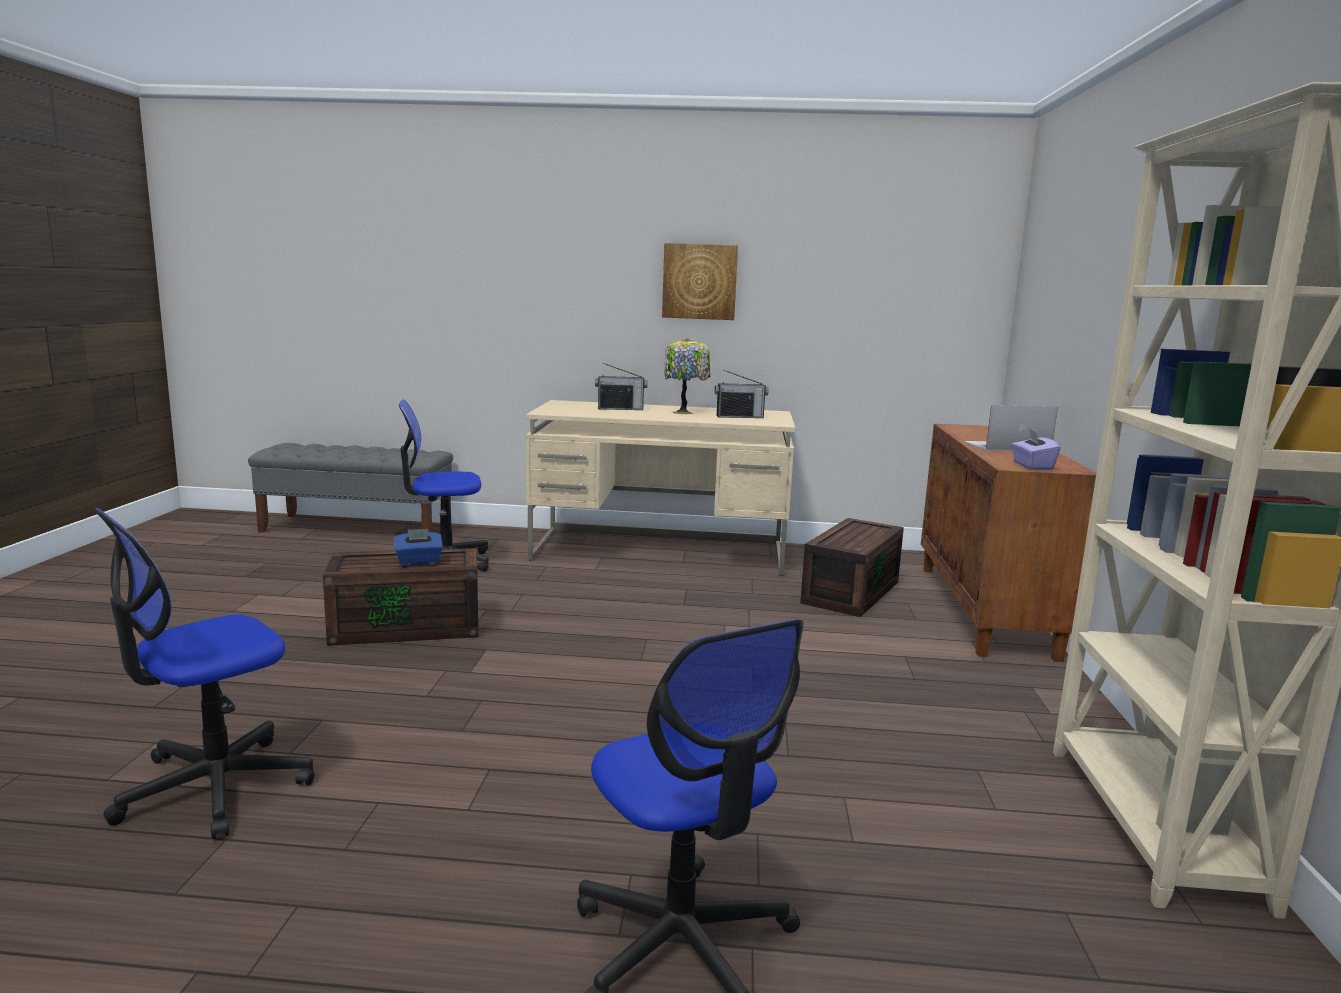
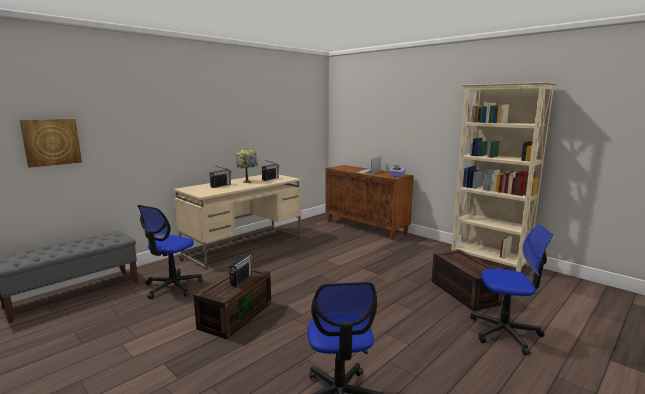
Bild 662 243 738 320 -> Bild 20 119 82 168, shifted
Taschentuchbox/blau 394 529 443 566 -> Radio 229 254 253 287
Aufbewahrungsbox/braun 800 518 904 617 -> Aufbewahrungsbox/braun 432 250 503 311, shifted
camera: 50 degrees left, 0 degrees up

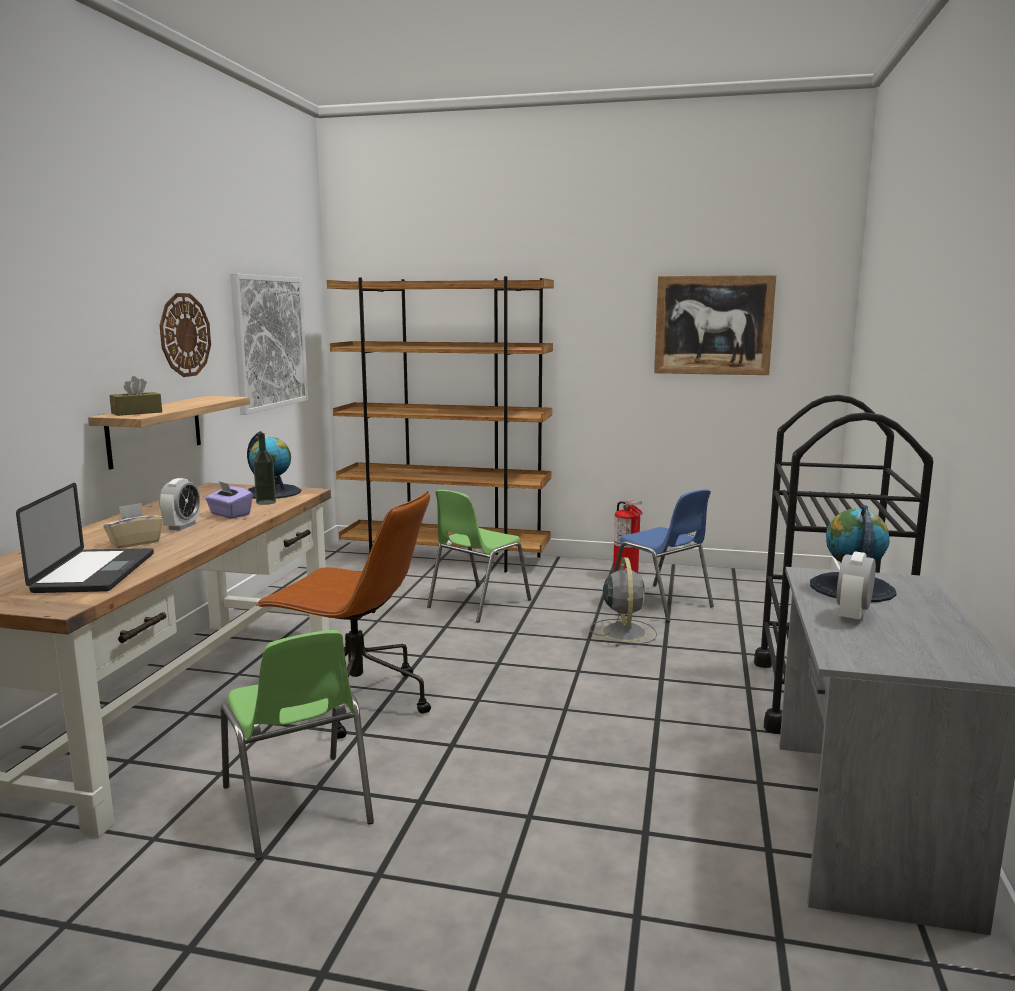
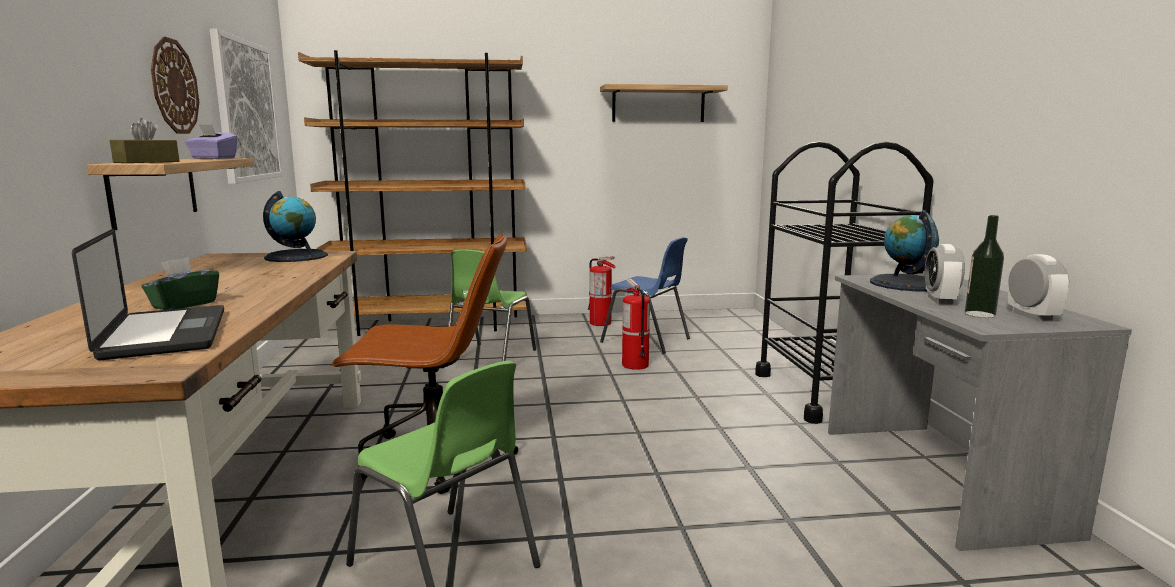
Taschentuchbox/beige 103 503 163 548 -> Taschentuchbox/grün 142 257 219 310
Taschentuchbox/lila 205 481 253 519 -> Taschentuchbox/lila 185 124 238 159, shifted
Bild 654 275 776 375 -> Wandregal 600 84 728 122
Ventilator/grau 590 557 657 646 -> Feuerlöscher 622 279 650 370
Flasche 253 433 276 505 -> Flasche 965 215 1004 318, shifted
Wecker 159 478 200 530 -> Wecker 1008 254 1069 321, shifted
camera: 20 degrees left, 0 degrees up

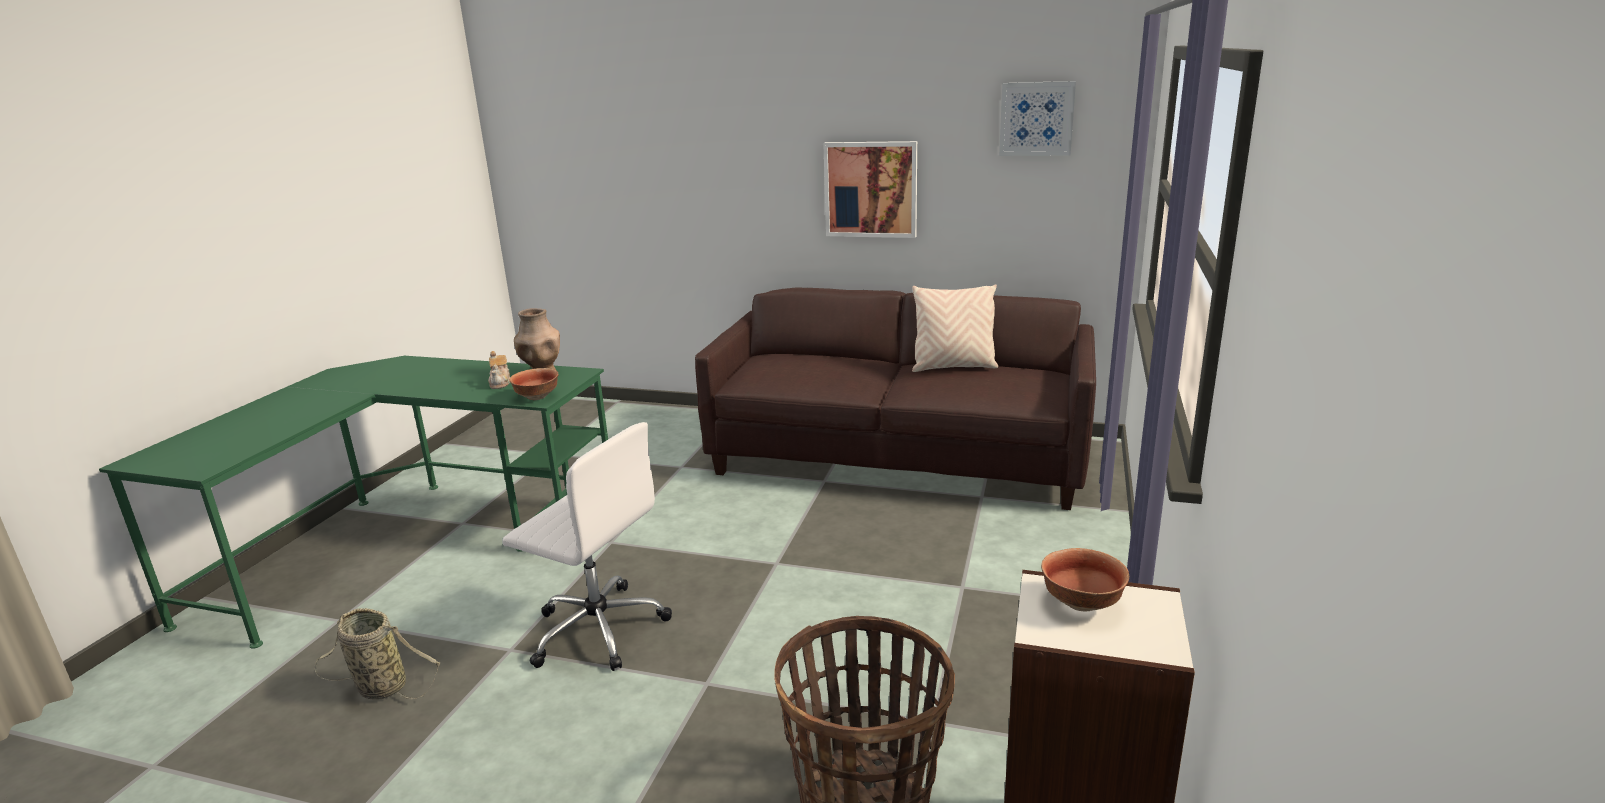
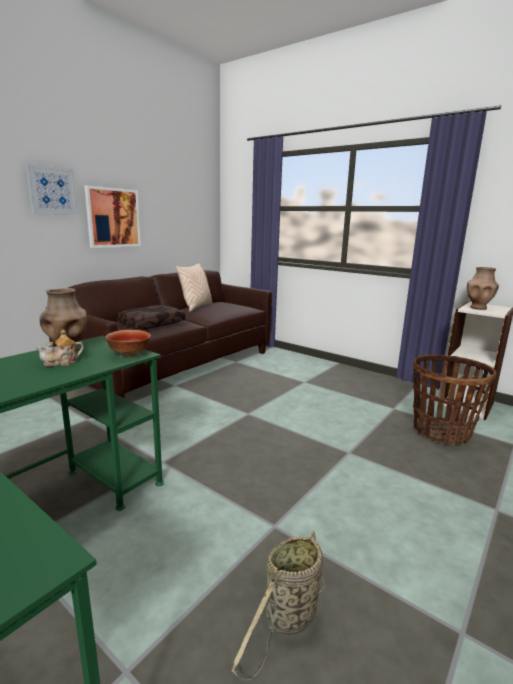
Bild 999 81 1076 156 -> Bild 26 164 78 215, shifted
Teekanne 488 351 511 389 -> Teekanne 35 329 84 367, 135 degrees clockwise
none -> Kissen/braun 116 305 185 329
Schüssel 1041 548 1129 612 -> Vase/braun 467 267 499 310
Bürostuhl/weiß 502 422 672 671 -> none
camera: 70 degrees left, 5 degrees down

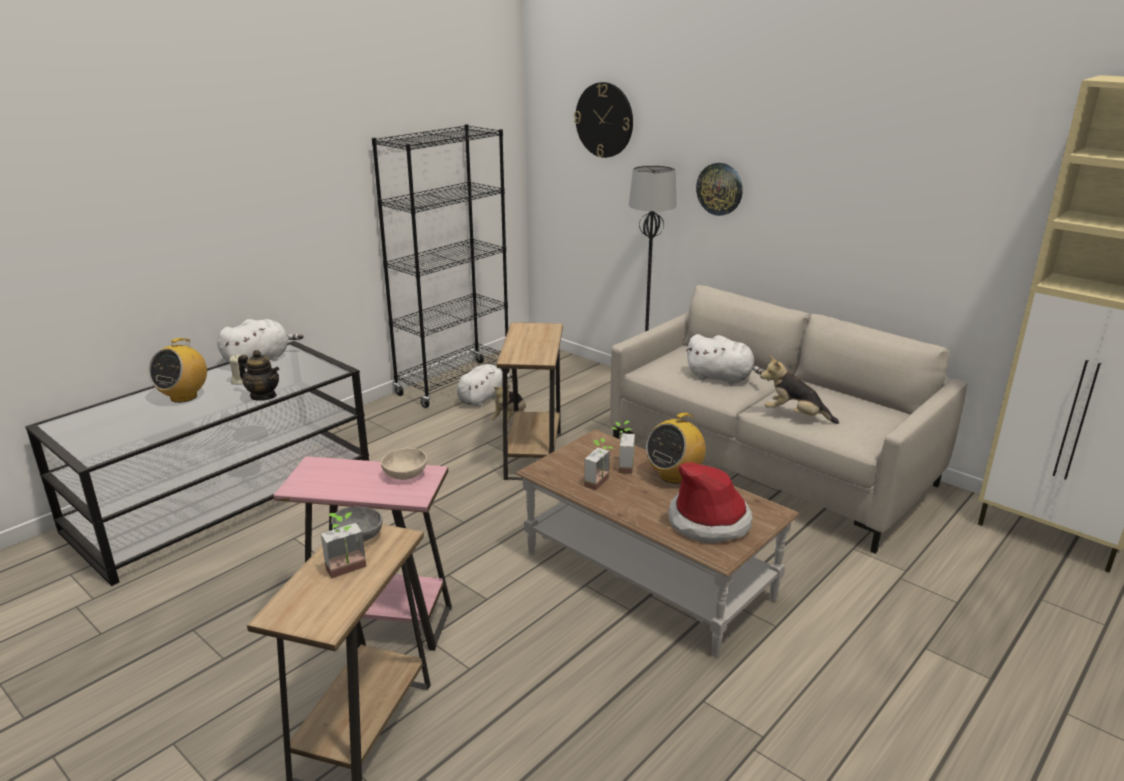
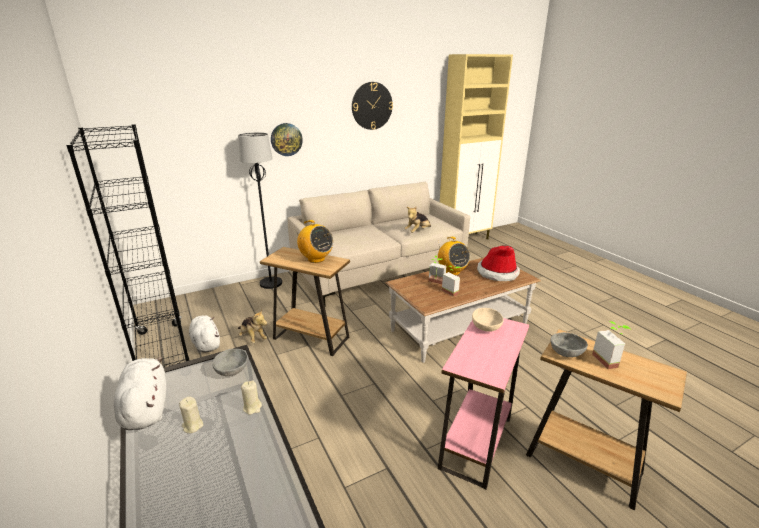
none -> Schüssel/grau 212 349 248 376
Teekanne 238 350 279 401 -> Kerze/beige 241 380 262 415
Radio 148 338 207 403 -> Radio 296 220 333 263, shifted
Wanduhr 574 82 633 158 -> Wanduhr 352 82 393 130, shifted
Plüschtier/weiß 686 334 764 385 -> none
camera: 70 degrees left, 0 degrees up

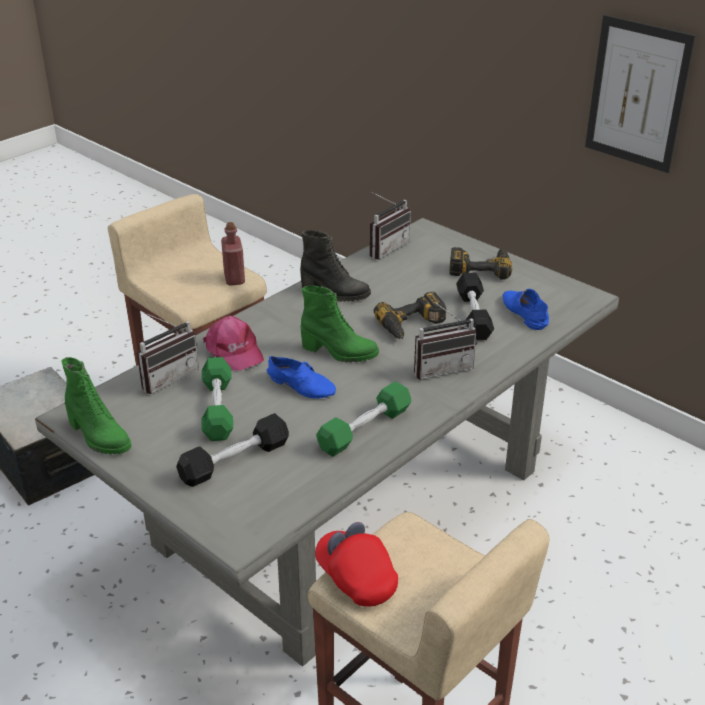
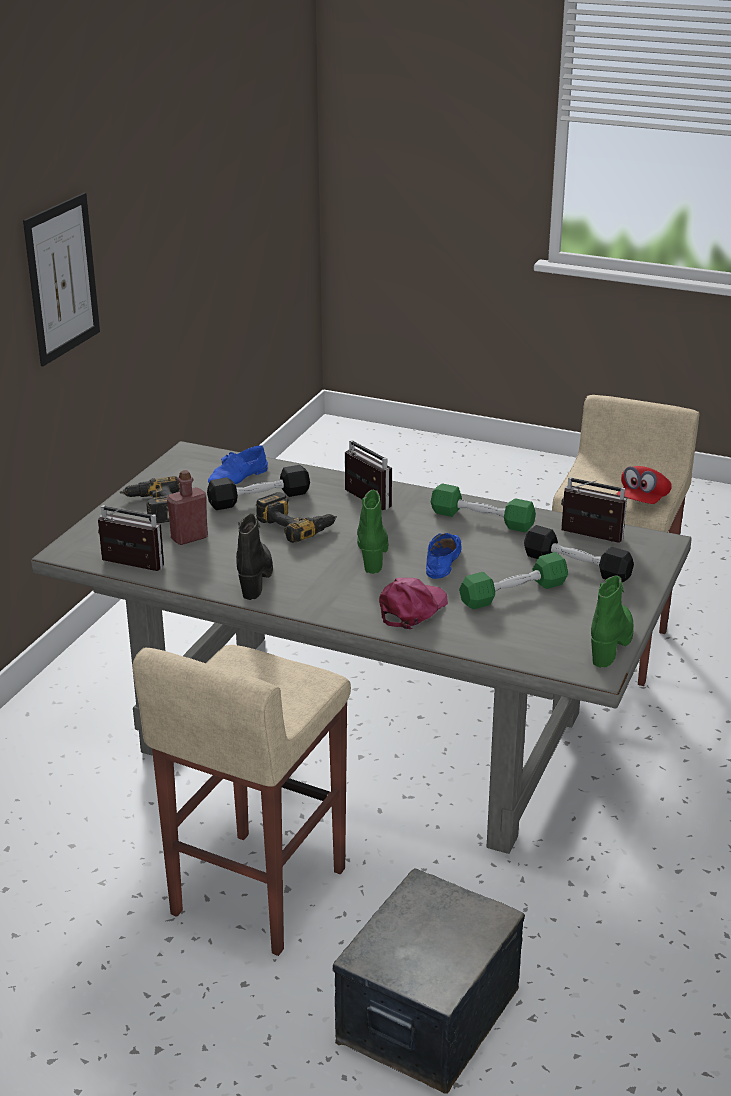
Flasche/rot 221 222 245 286 -> Flasche/rot 167 470 208 545, shifted
Radio 137 312 199 394 -> Radio 561 477 627 543, shifted
camera: 110 degrees left, 5 degrees down

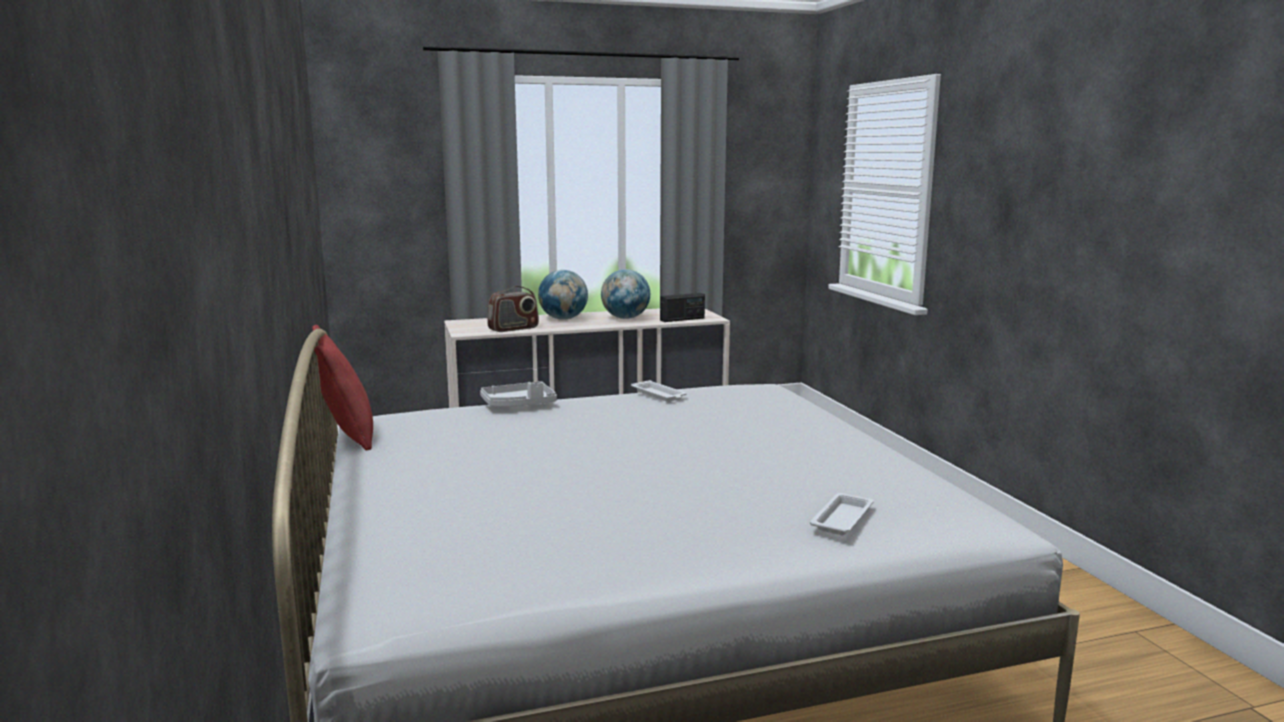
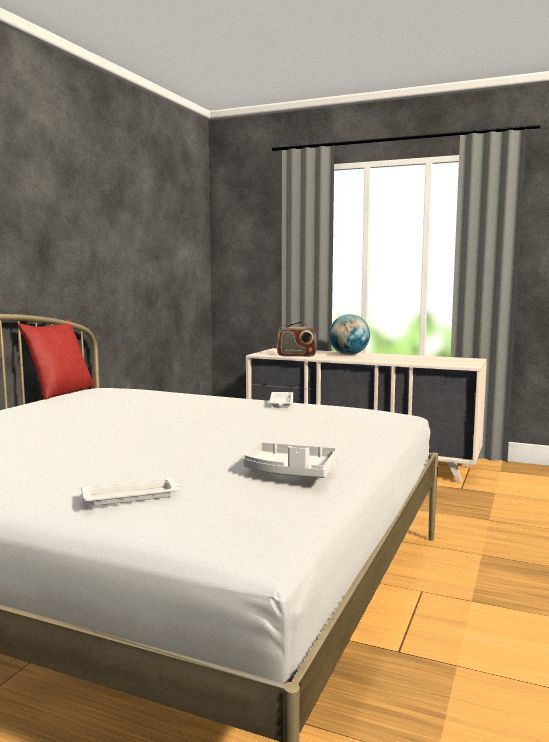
Tablett/grau 480 381 557 407 -> Tablett/grau 243 442 338 478, shifted
Globus 601 269 650 319 -> none
Radio 660 293 705 322 -> none
camera: 40 degrees right, 5 degrees down

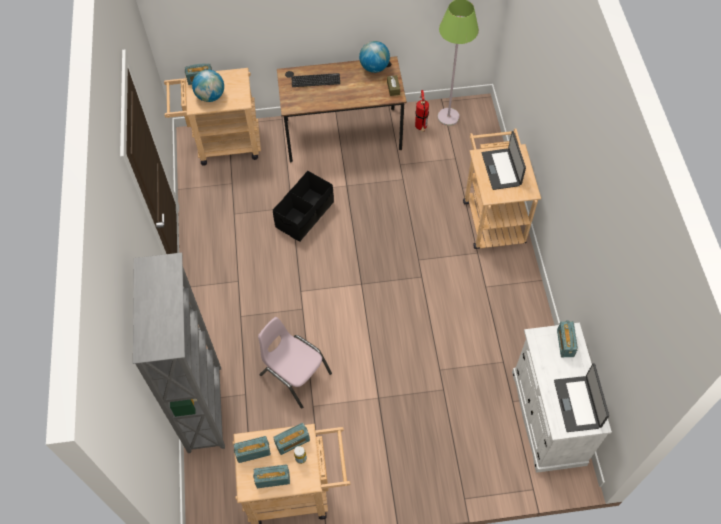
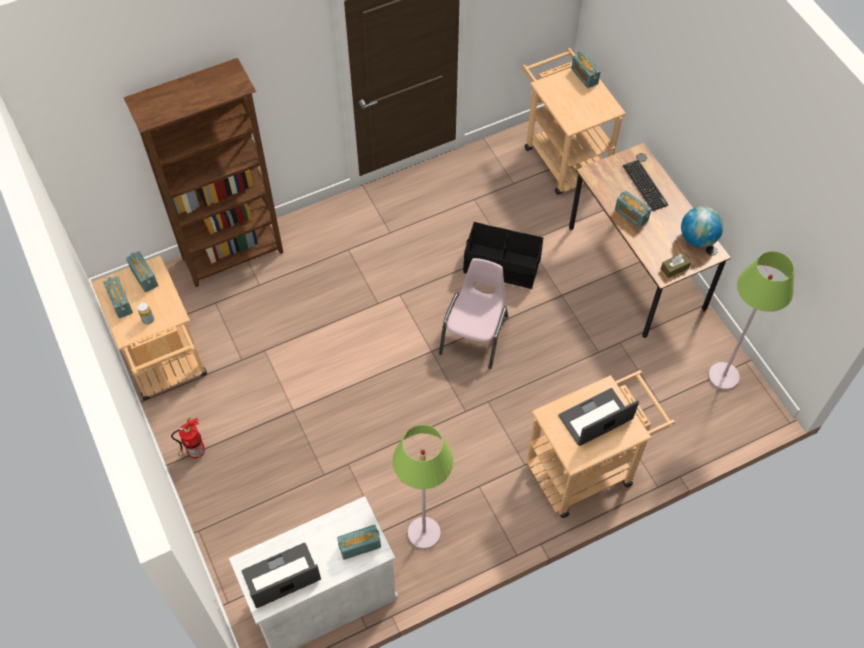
Bücherregal/grau 133 253 225 453 -> Bücherregal/braun 124 58 283 287
Feuerlöscher 415 90 429 132 -> Feuerlöscher 171 418 205 458, shifted
none -> Stehlampe/grün 393 425 453 549
Stuhl/rosa 258 317 332 409 -> Stuhl/rosa 439 258 508 369, shifted
Radio 273 423 310 455 -> Radio 615 191 652 228, shifted
Globus 192 70 224 102 -> none
camera: 70 degrees right, 0 degrees up

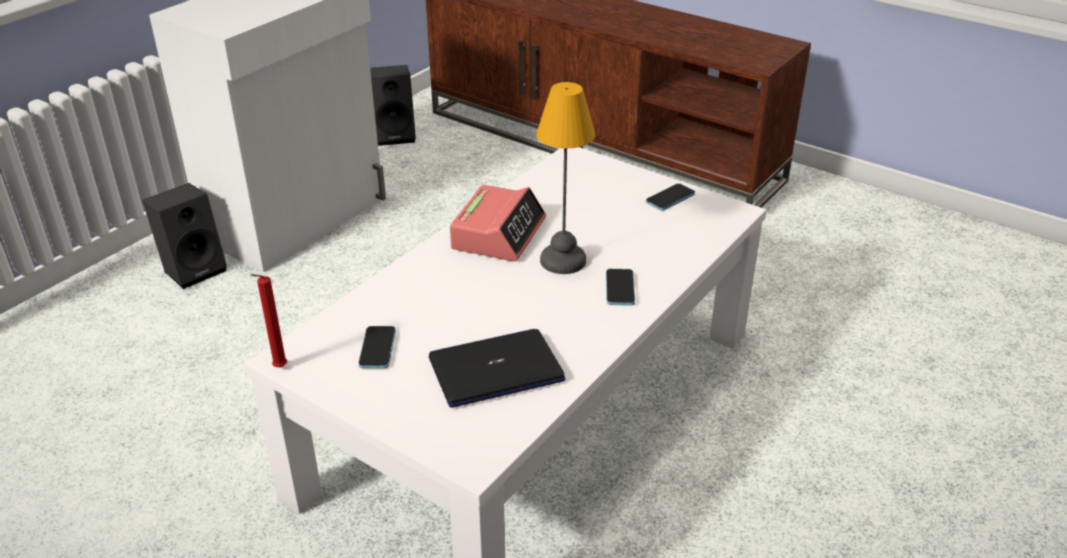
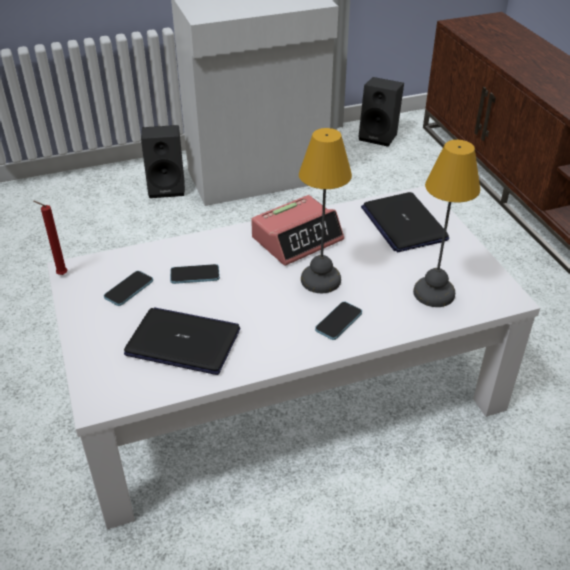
Handy 646 183 695 211 -> Handy 170 264 220 284, shifted
none -> Laptop 361 192 449 252
none -> Tischlampe 413 140 480 307
camera: 35 degrees right, 5 degrees up

